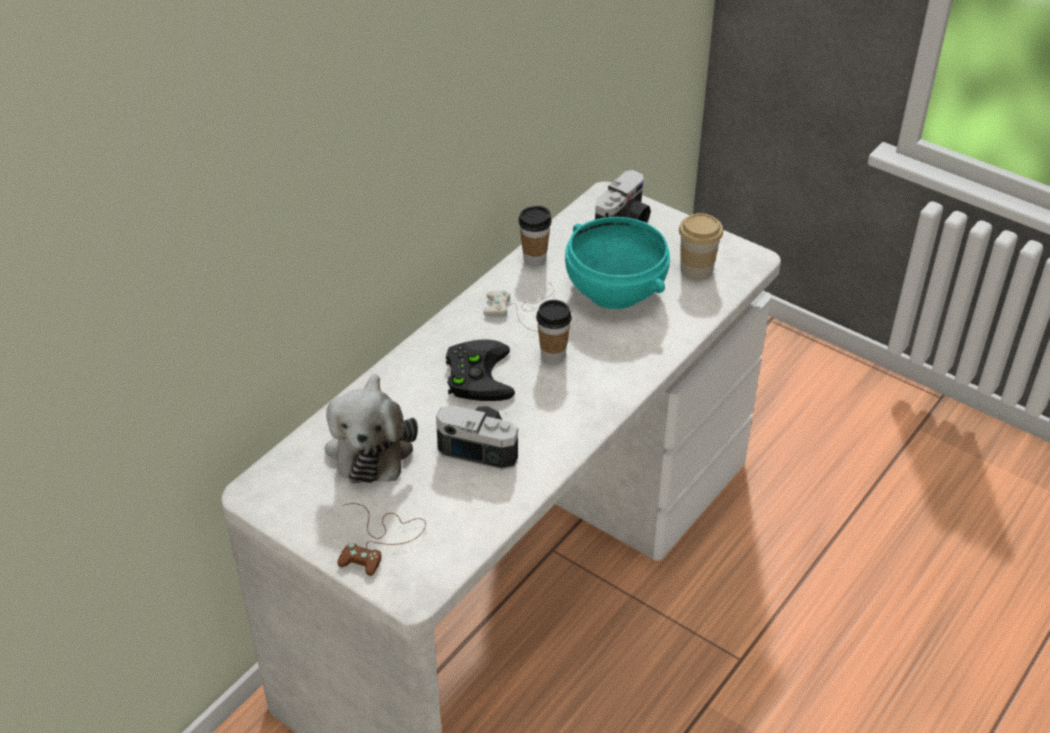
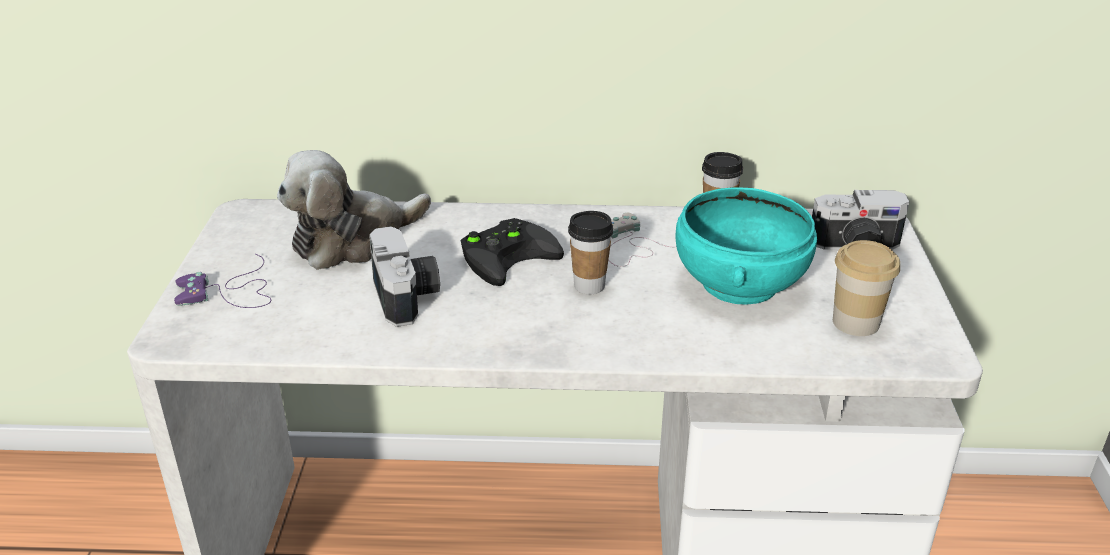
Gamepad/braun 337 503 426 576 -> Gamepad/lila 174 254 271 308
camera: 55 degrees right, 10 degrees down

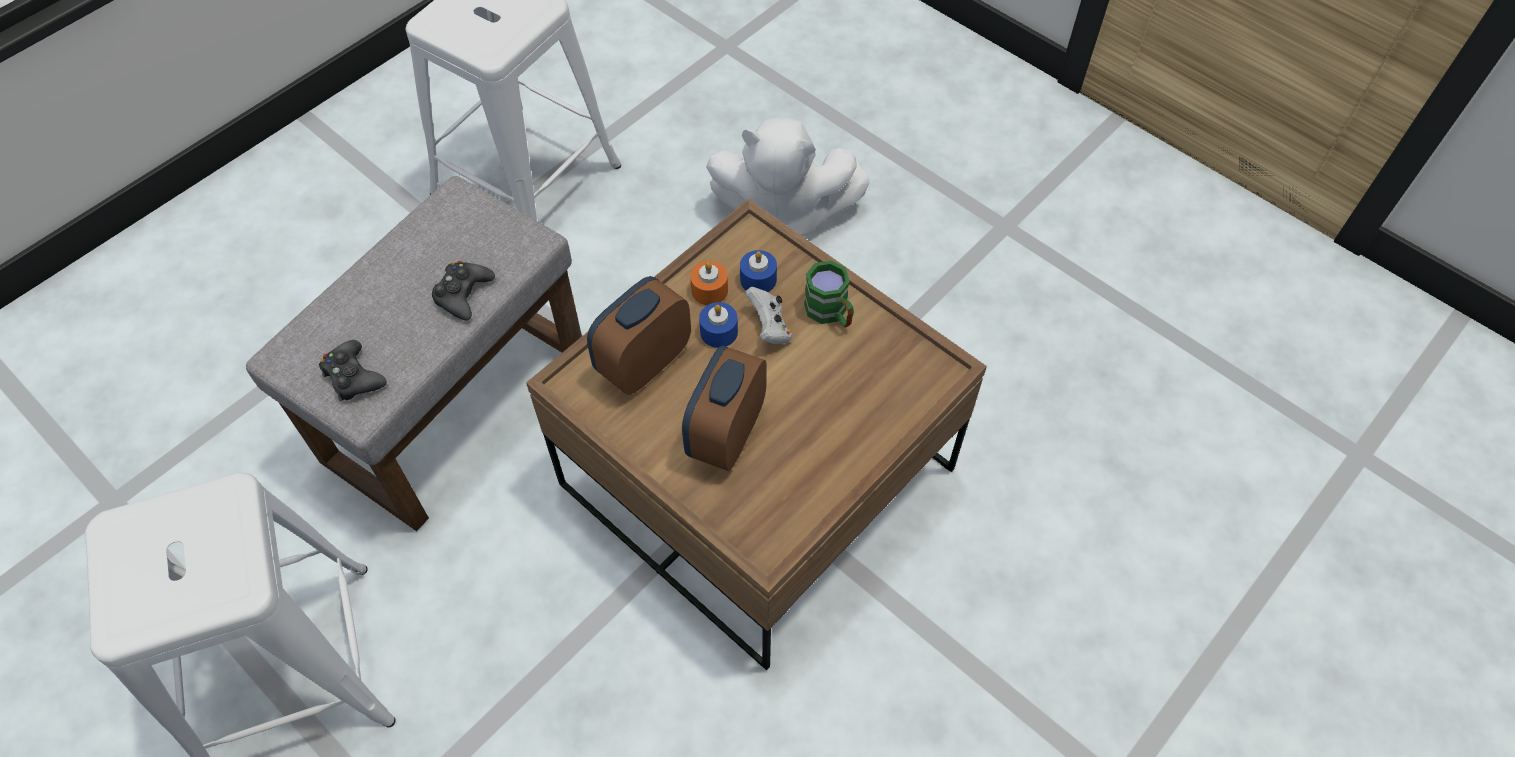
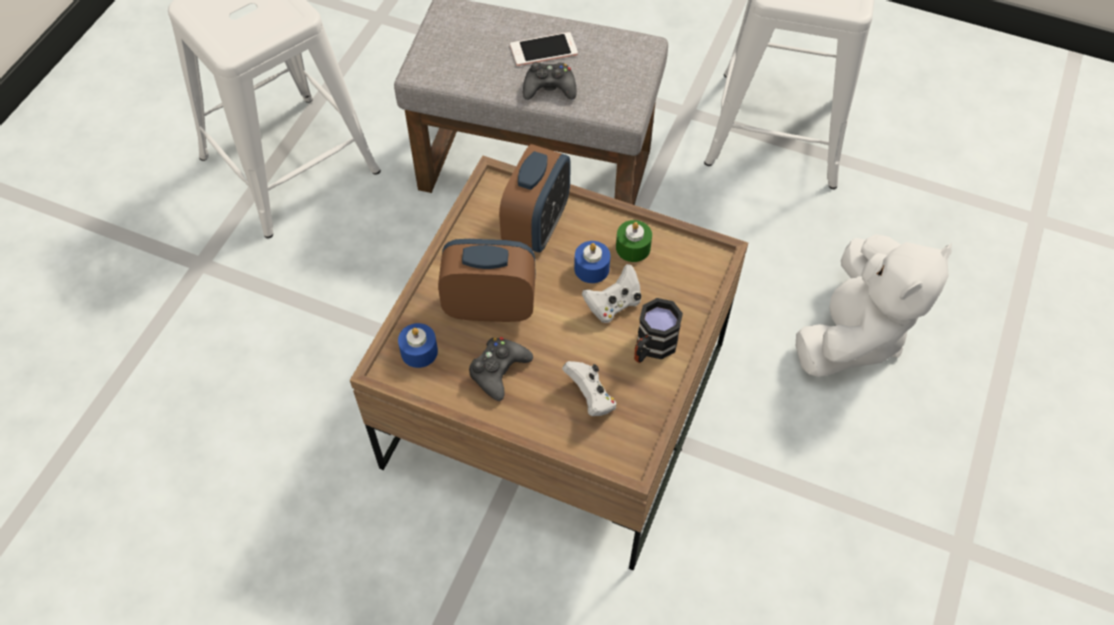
Kerze/blau 740 250 777 292 -> Kerze/blau 398 323 438 368, shifted
Gamepad/schwarz 319 340 387 401 -> Gamepad/schwarz 469 337 533 401, shifted
Wecker 587 276 691 395 -> Wecker 499 144 571 252, 90 degrees clockwise
none -> Handy 510 32 578 66
none -> Gamepad/weiß 562 361 616 416
Kerze/orange 690 261 728 305 -> Kerze/grün 616 220 652 262
Henkelbecher/grün 804 260 854 328 -> Henkelbecher/schwarz 634 298 683 363
Plüschtier/weiß 706 117 870 237 -> Plüschtier/weiß 796 234 952 377, 135 degrees counterclockwise
camera: 70 degrees right, 0 degrees up

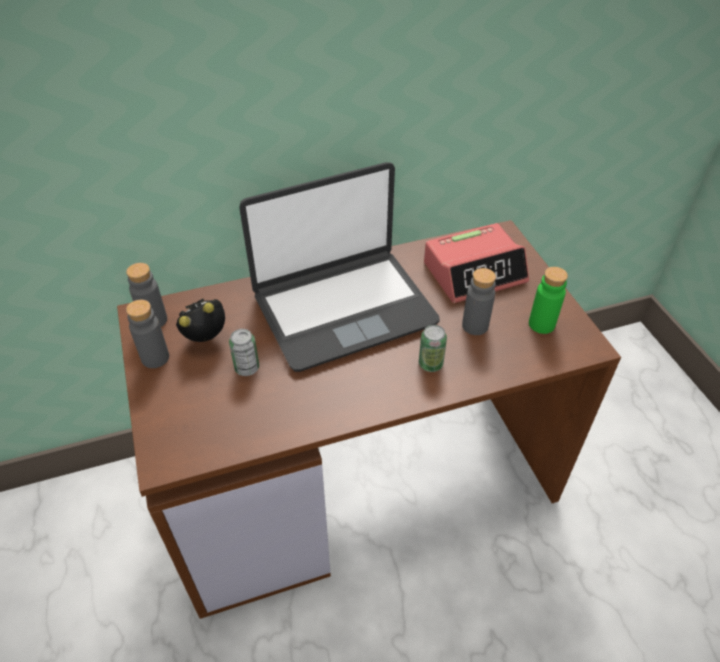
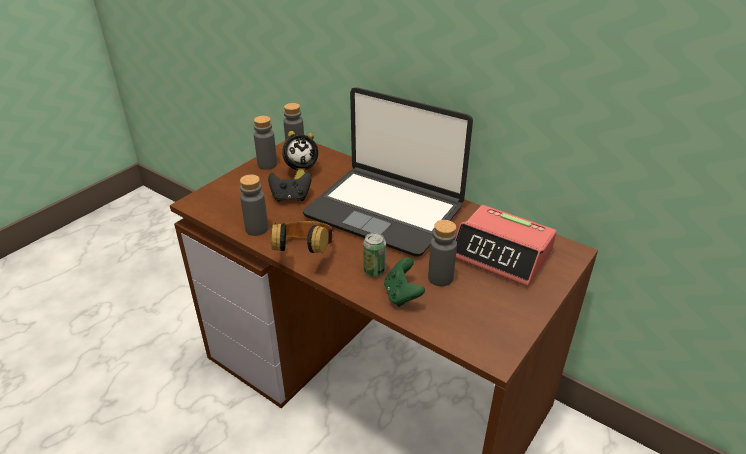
none -> Flasche/grau 240 175 268 236
Dose 229 329 259 376 -> Gamepad/schwarz 268 172 312 202
none -> Kopfhörer 272 221 334 253
Wecker 176 298 225 342 -> Wecker 282 131 318 179, 135 degrees clockwise
none -> Gamepad/grün 384 257 425 307
Flasche/grün 529 267 568 334 -> none
camera: 55 degrees right, 10 degrees down

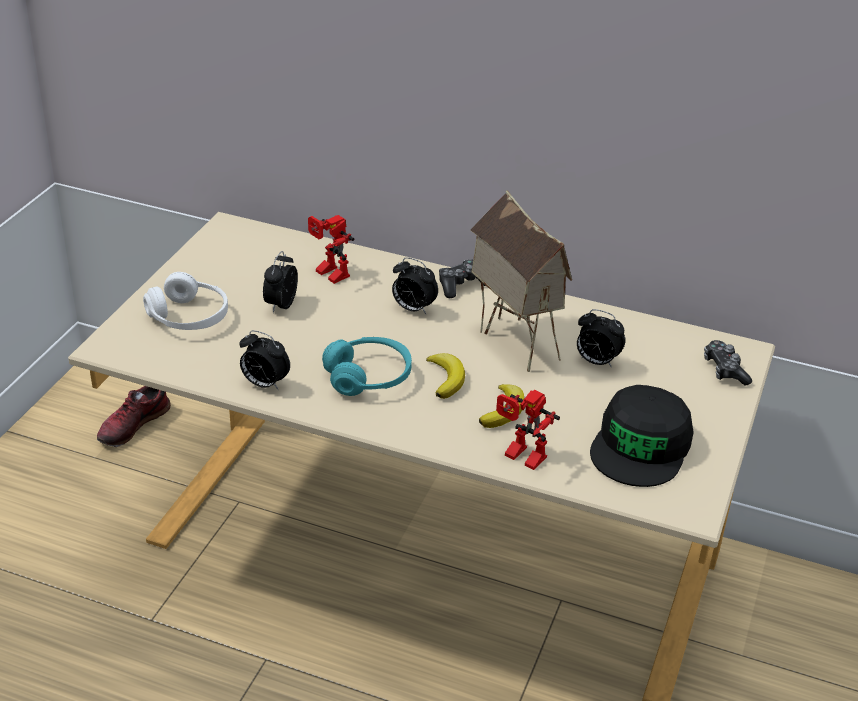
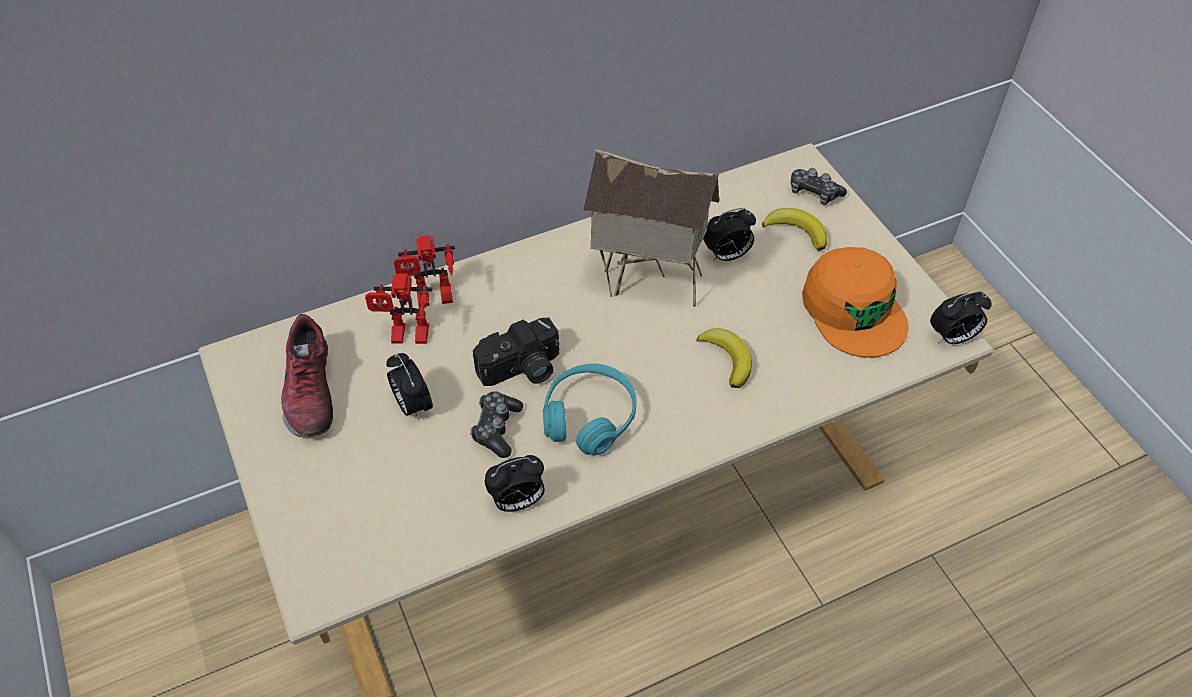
Schuh 97 386 171 447 -> Schuh 281 314 333 438, shifted
Spielzeugroboter 496 390 560 470 -> Spielzeugroboter 394 235 455 306, shifted
Gamepad 439 260 486 298 -> Gamepad 470 391 523 458, shifted
none -> Kamera 473 317 560 386
Banane 426 353 465 399 -> Banane 762 208 827 251, shifted
Kappe/schwarz 590 385 694 487 -> Kappe/orange 802 247 909 358
Wecker 392 257 438 314 -> Wecker 930 291 992 344, shifted
Kopfhörer/weiß 143 272 228 330 -> none
camera: 45 degrees left, 15 degrees up

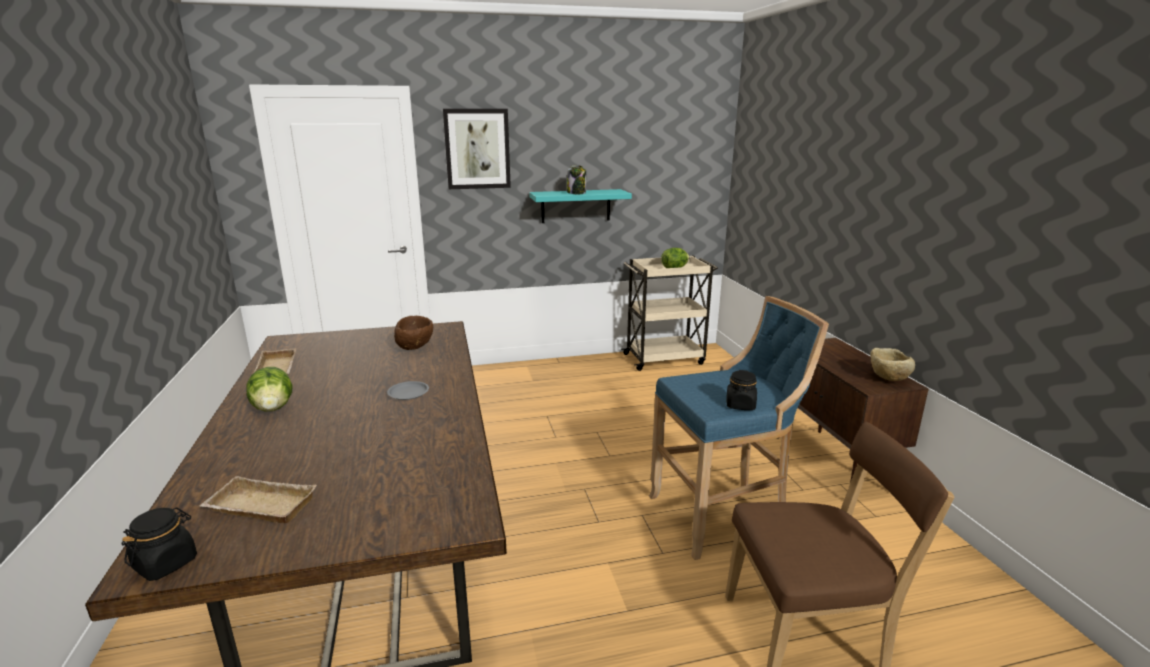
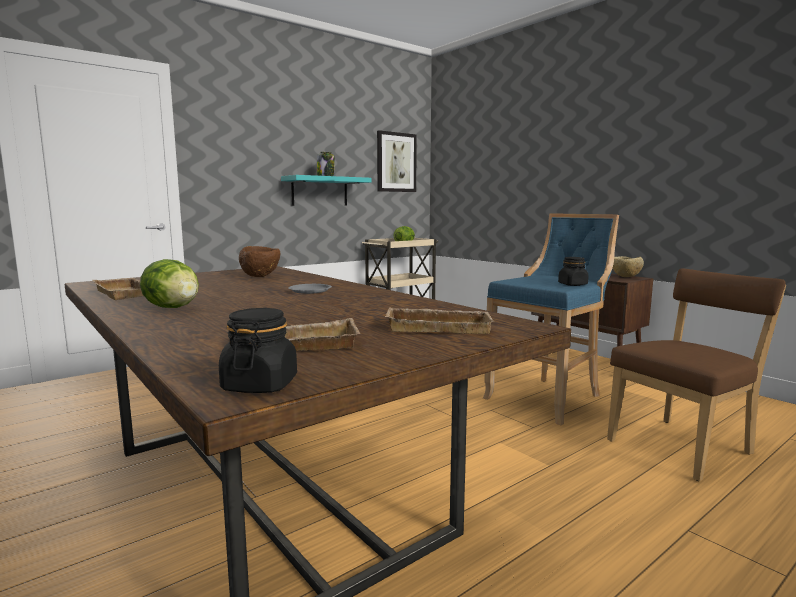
Bild 443 109 511 189 -> Bild 377 130 417 192, shifted
none -> Tablett/beige 385 308 494 334
camera: 25 degrees left, 10 degrees down

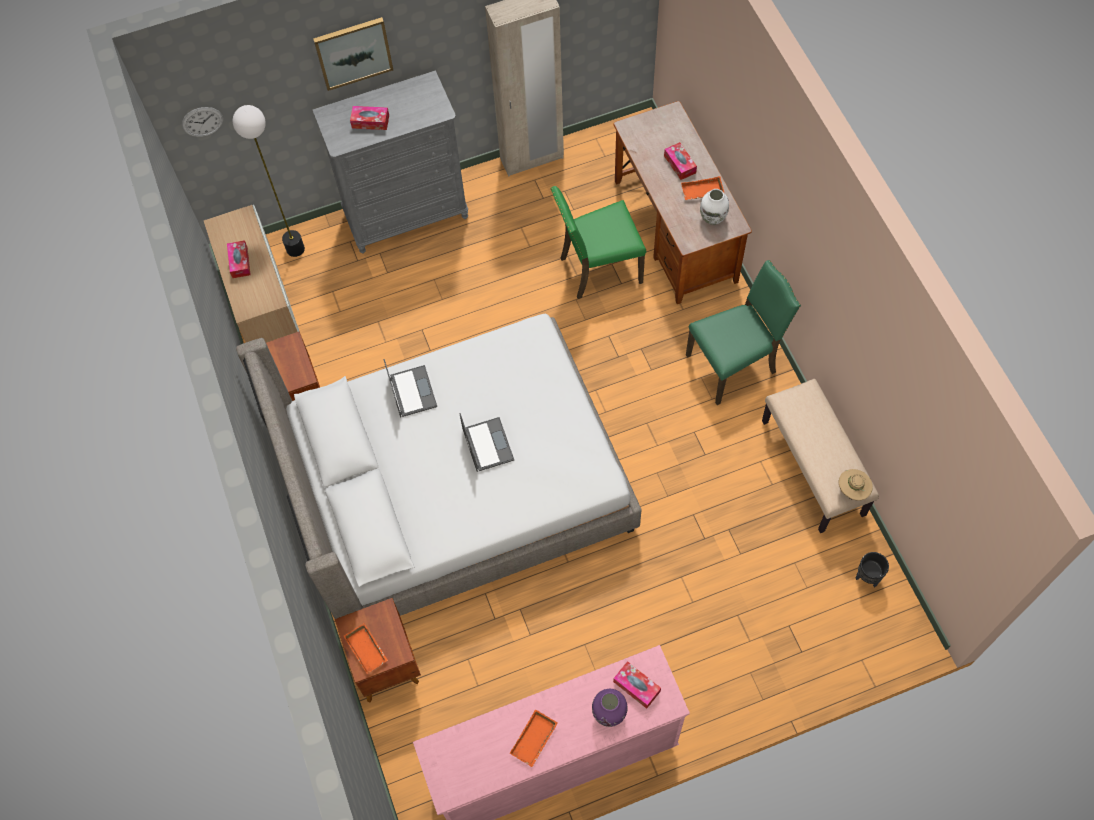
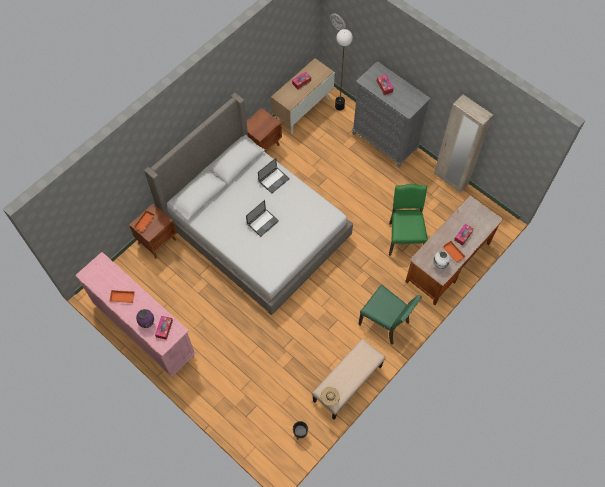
Stuhl/grün 551 186 646 299 -> Stuhl/grün 389 184 428 256, 45 degrees clockwise
Bild 313 17 393 91 -> none
camera: 60 degrees right, 0 degrees up

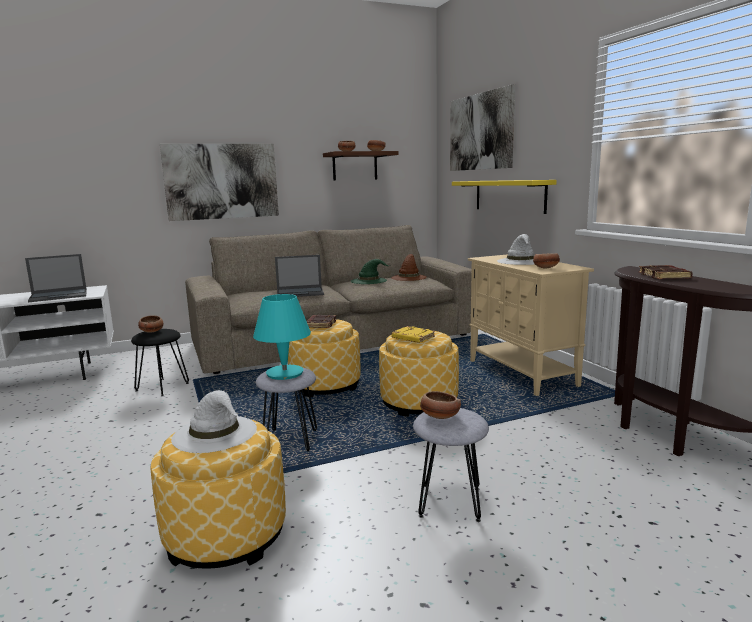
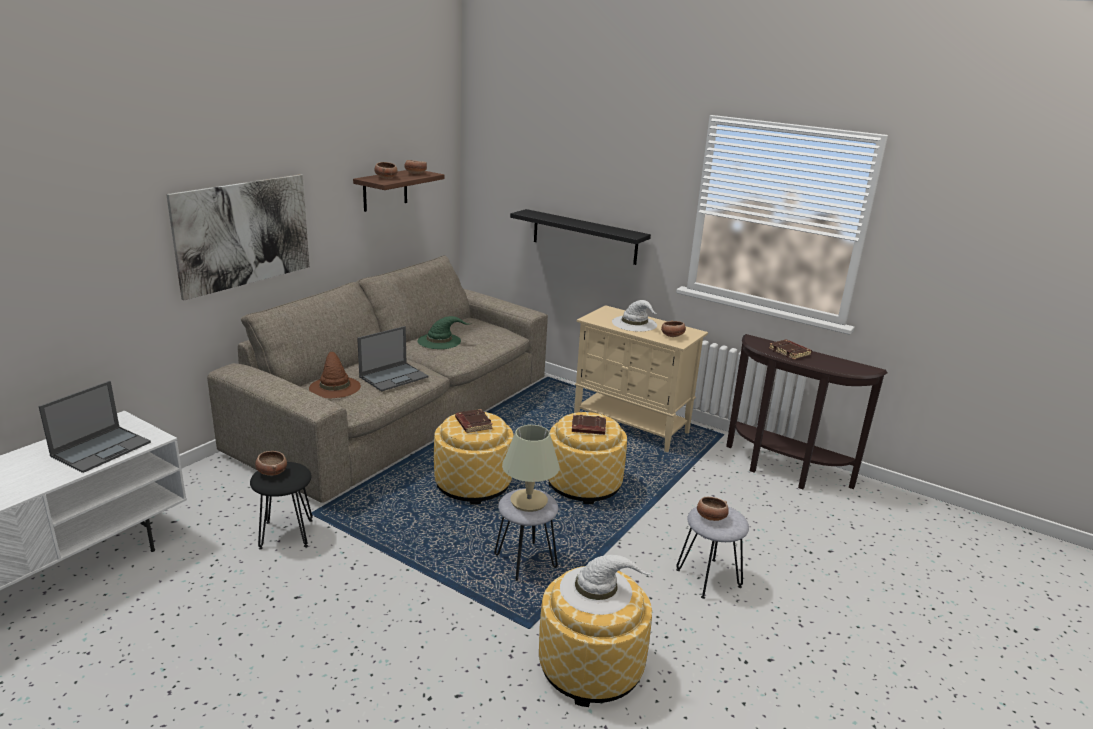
Hut/braun 391 254 427 281 -> Hut/braun 309 351 361 398, shifted
Tischlampe/türkis 253 294 311 380 -> Tischlampe/beige 502 425 560 512
Wandregal/gelb 452 180 557 214 -> Wandregal/schwarz 510 209 651 265
Buch/gelb 391 326 435 343 -> Buch/braun 572 415 606 435
Bild 450 84 515 171 -> none
camera: 35 degrees left, 10 degrees up

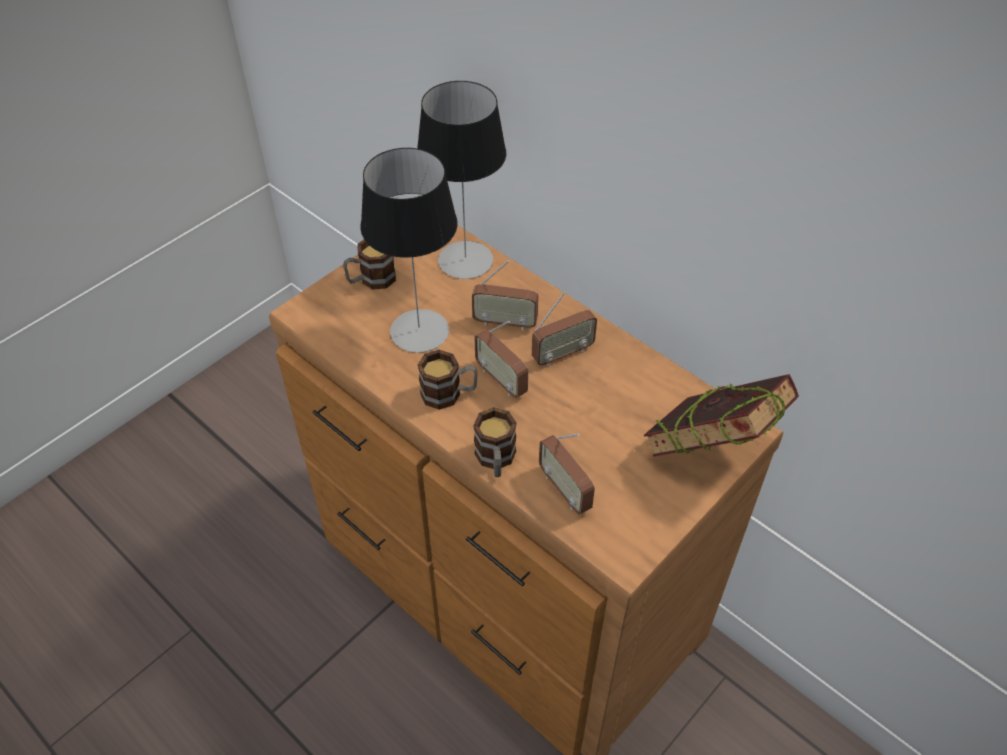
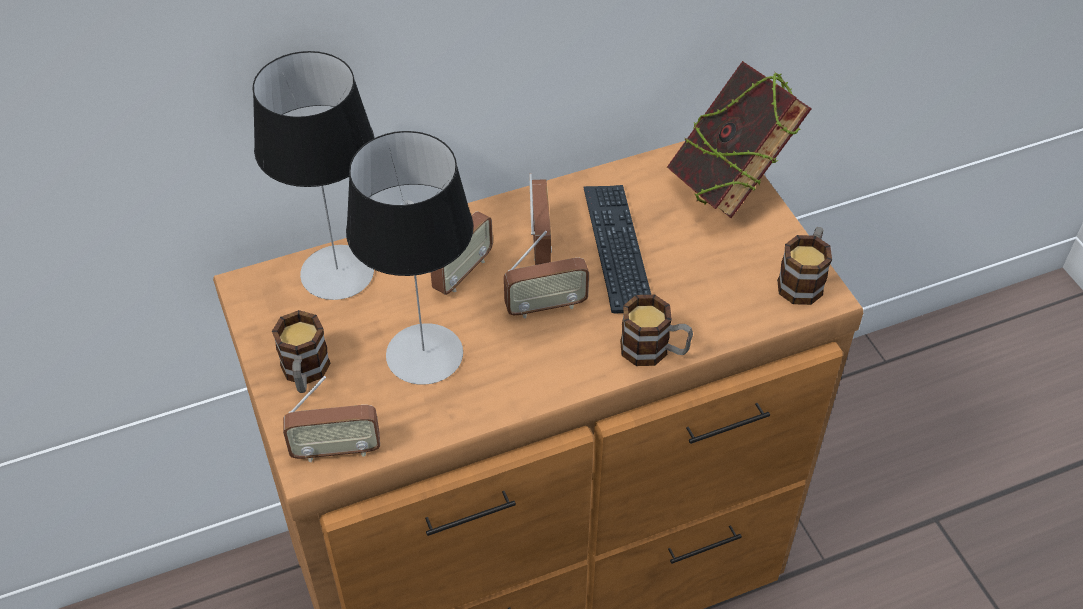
Radio 539 434 595 515 -> Radio 283 376 380 462, shifted
none -> Tastatur 583 185 651 314
Henkelbecher 418 350 478 410 -> Henkelbecher 777 227 832 305, shifted
camera: 65 degrees left, 0 degrees up

